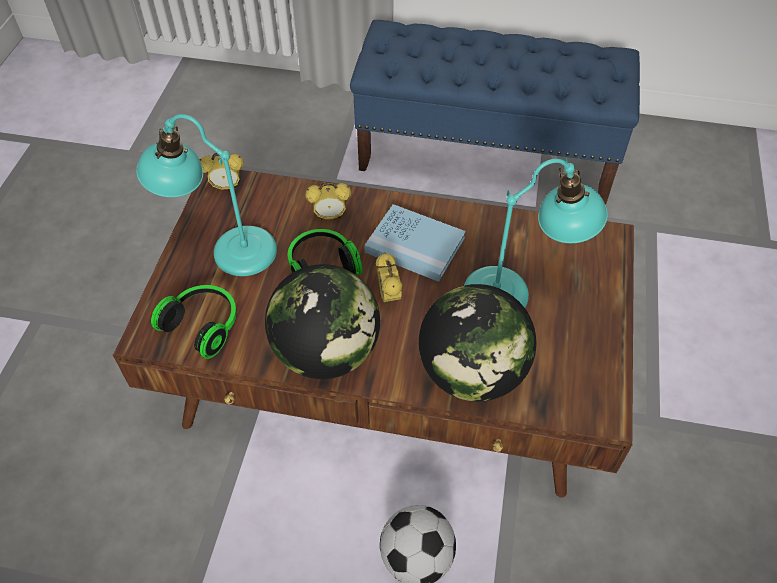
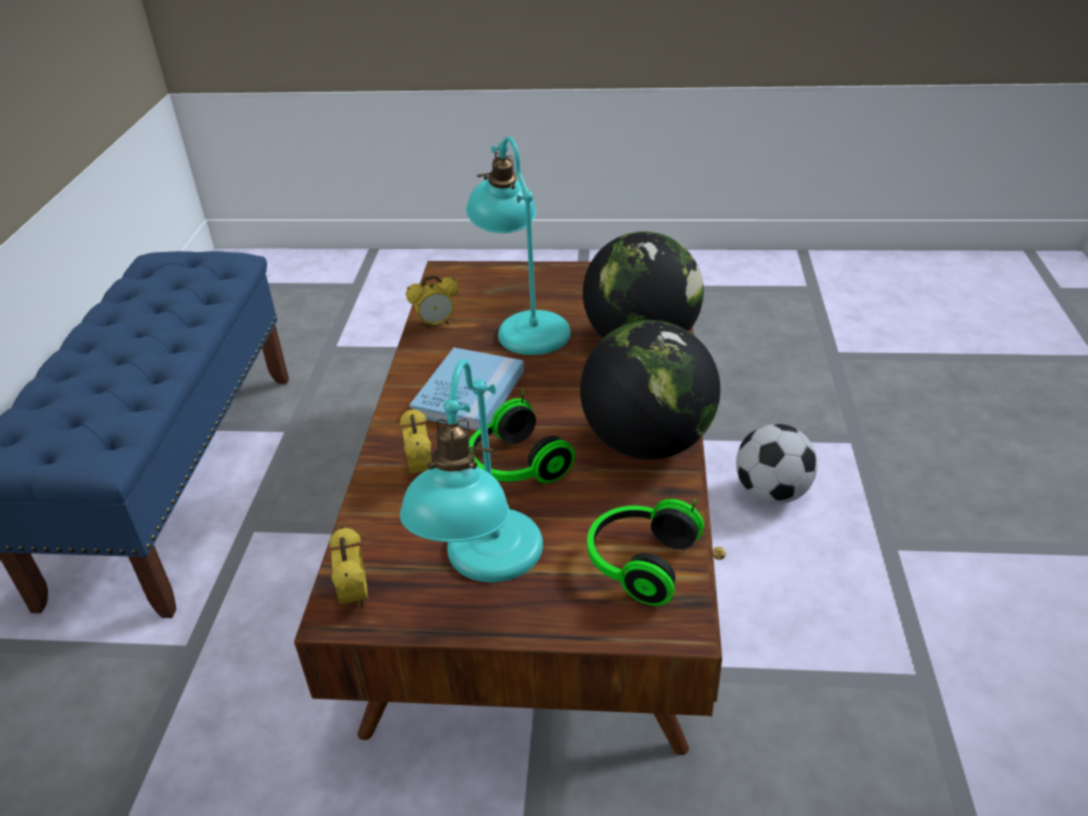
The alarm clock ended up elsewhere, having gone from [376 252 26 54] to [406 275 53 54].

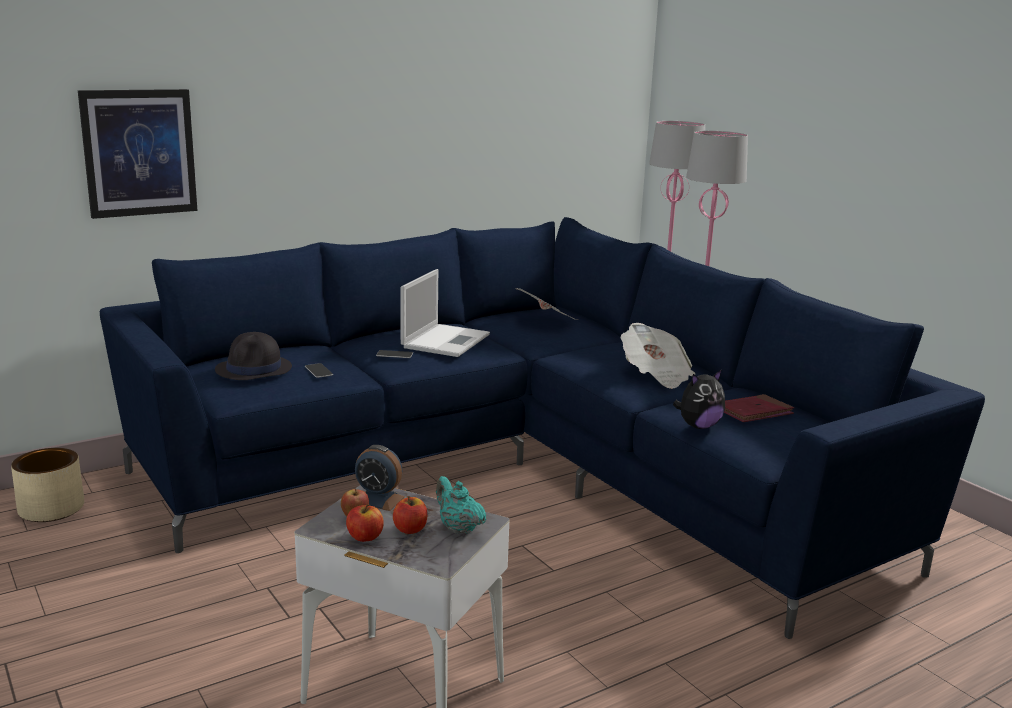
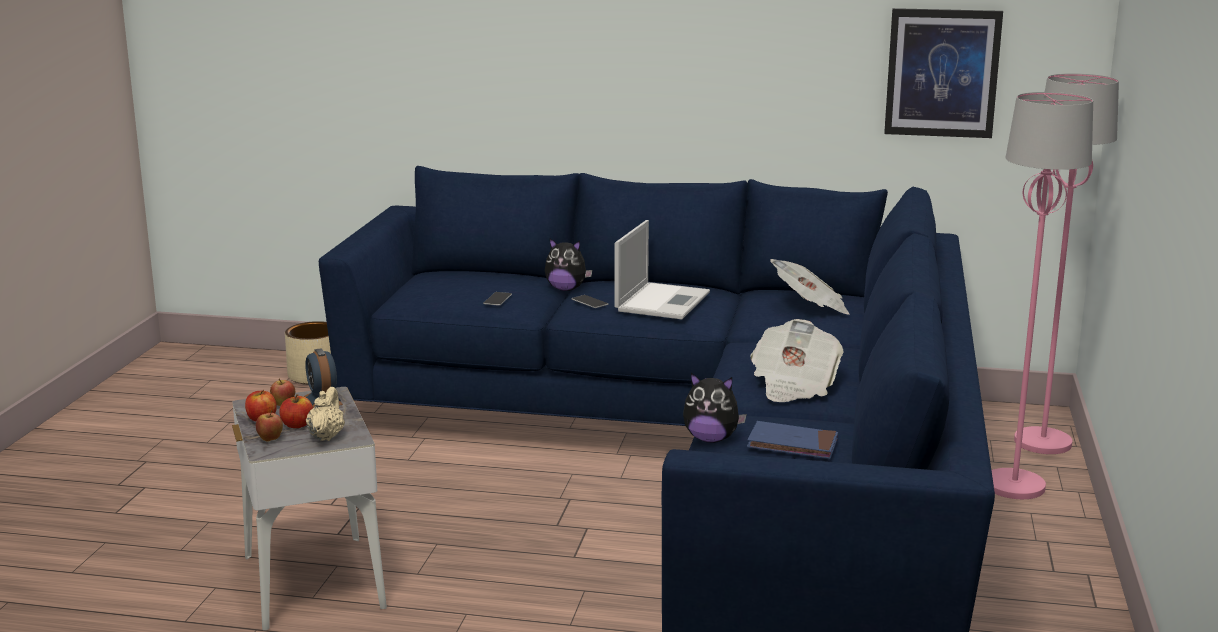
The picture ended up elsewhere, having gone from [78 89 119 130] to [884 8 119 130]. The portable computer at [401 269 89 88] ended up facing another way, 45 degrees counterclockwise from before. The second view lost the black-coloured wearable hat at [215 332 77 48]. What was the reddish bound book at [724 394 70 28] turned into the blue bound book at [747 421 91 38]. What was the blue-green pot for tea at [436 476 50 58] turned into the sand-coloured pot for tea at [306 387 39 54]. The second view gained the cuddly toy at [545 239 47 52]. The second view gained the apple fruit at [256 410 27 31].

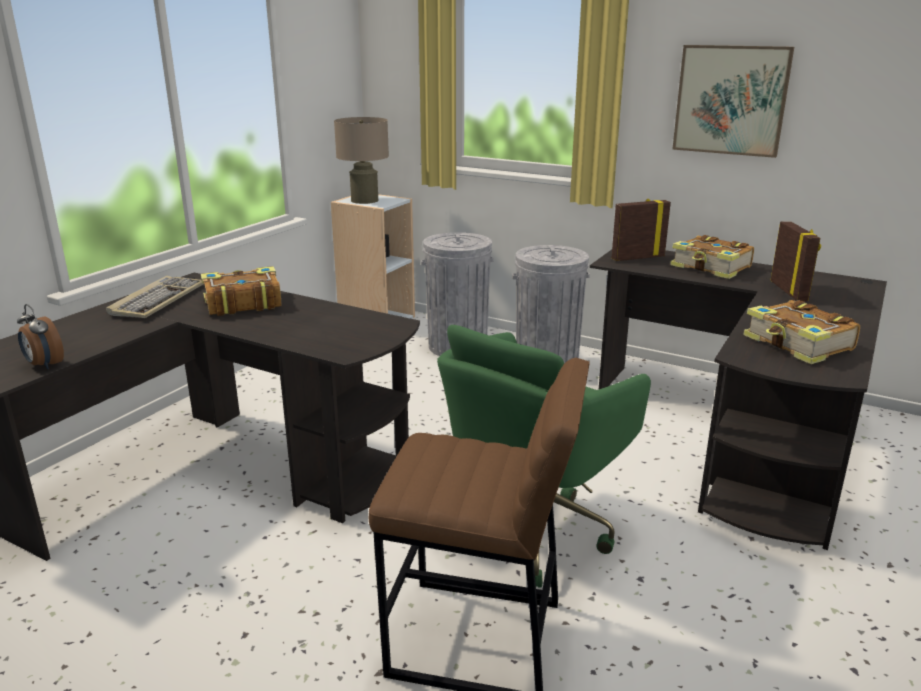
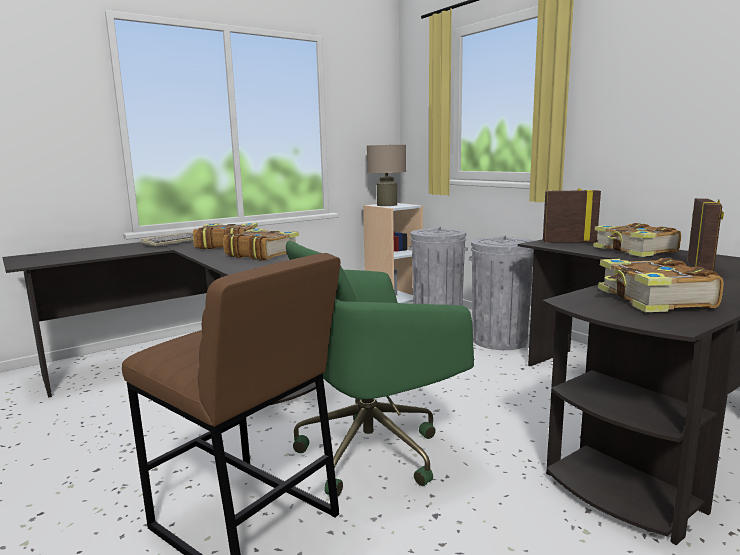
The second view lost the picture at [672 45 122 113]. The second view lost the alarm clock at [17 304 47 65]. The second view gained the bound book at [223 229 76 32].

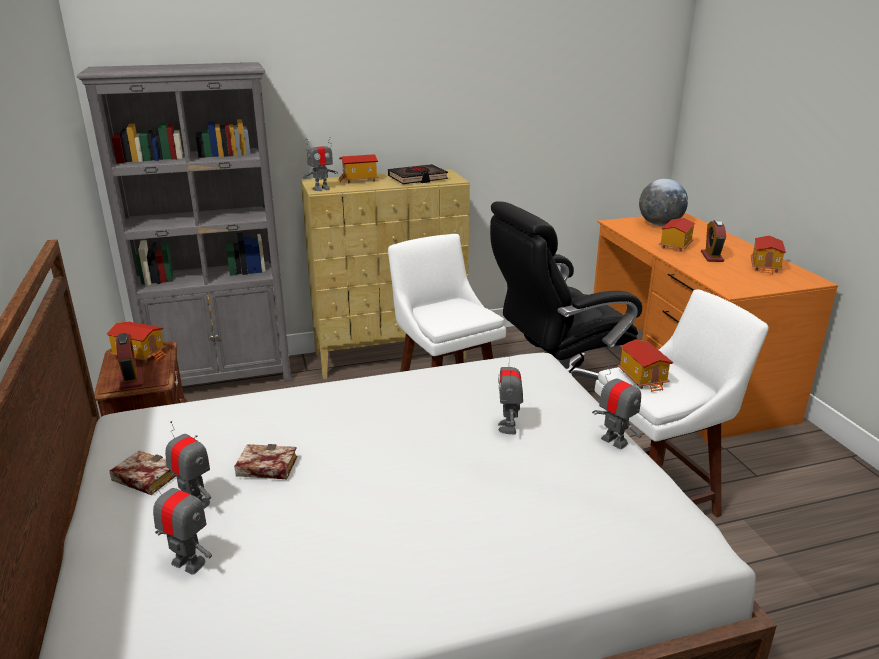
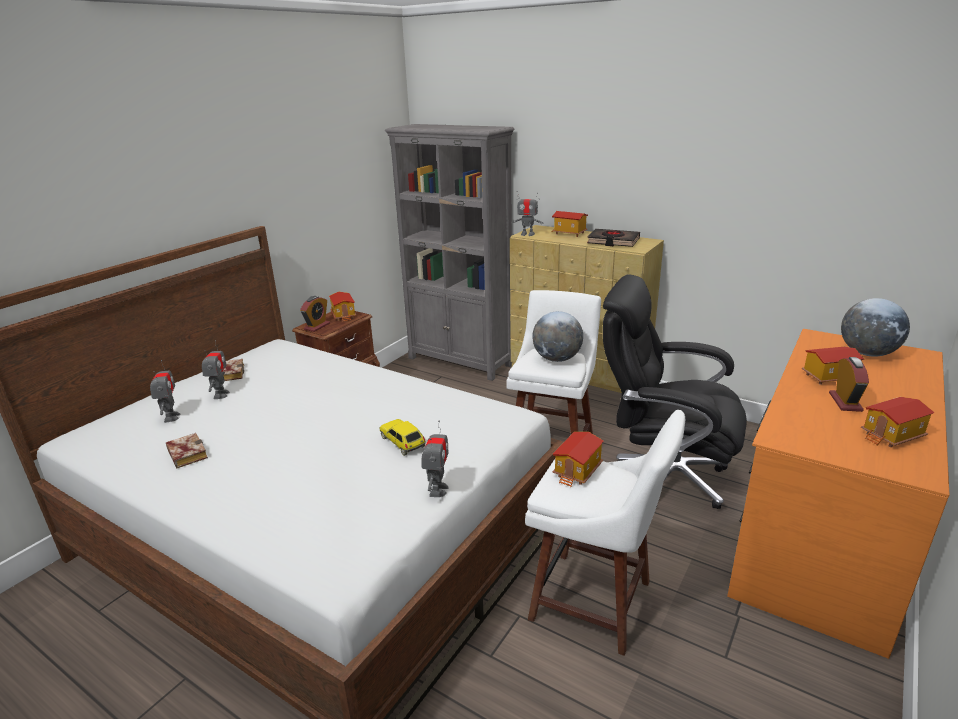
The alarm clock at [701 220 25 42] ended up facing another way, 135 degrees clockwise from before. Where the toy robot stood at [498 350 25 84], the toy car came to stand at [380 419 46 37]. The bound book ended up elsewhere, having gone from [234 444 63 35] to [166 433 42 35]. The second view gained the world globe at [532 311 51 51].

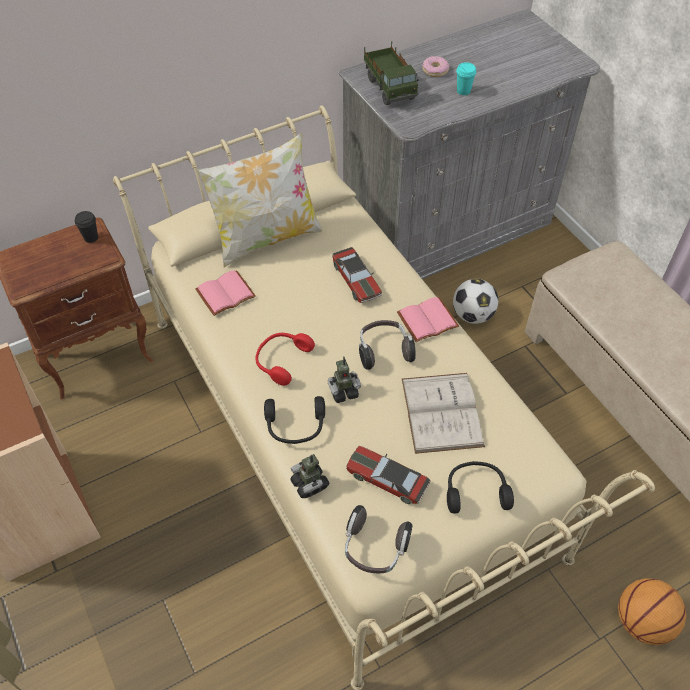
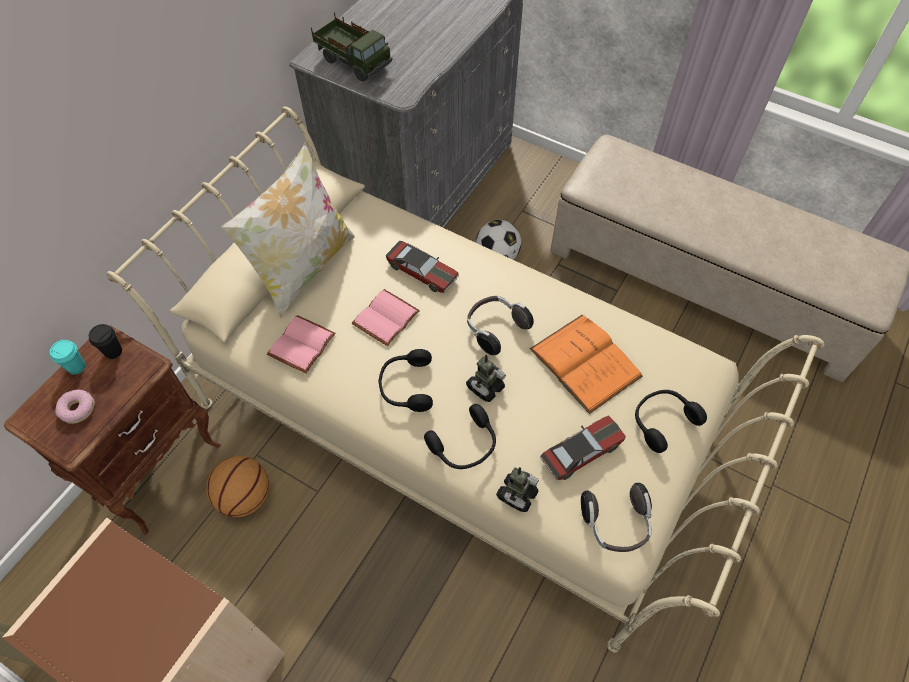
The ring doughnut ended up elsewhere, having gone from [422 56 28 21] to [55 390 40 34]. The blue-green cup ended up elsewhere, having gone from [456 62 20 33] to [50 340 35 35]. The pink bound book ended up elsewhere, having gone from [397 297 62 45] to [352 289 68 57]. What was the reddish headset at [255 333 60 53] turned into the black-coloured headset at [378 349 55 63]. What was the whitish bound book at [402 373 83 81] turned into the orangey bound book at [530 315 113 99]. The toy car at [346 446 84 58] ended up facing another way, 150 degrees clockwise from before. The toy robot at [290 454 39 44] ended up facing another way, 90 degrees counterclockwise from before. The basketball ball ended up elsewhere, having gone from [618 578 68 67] to [206 456 63 62].

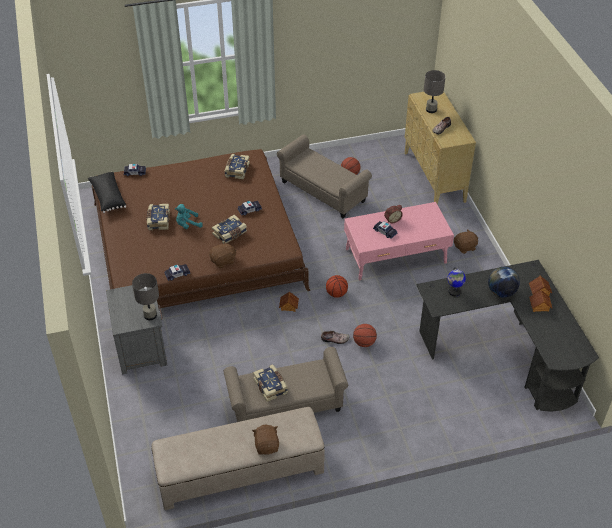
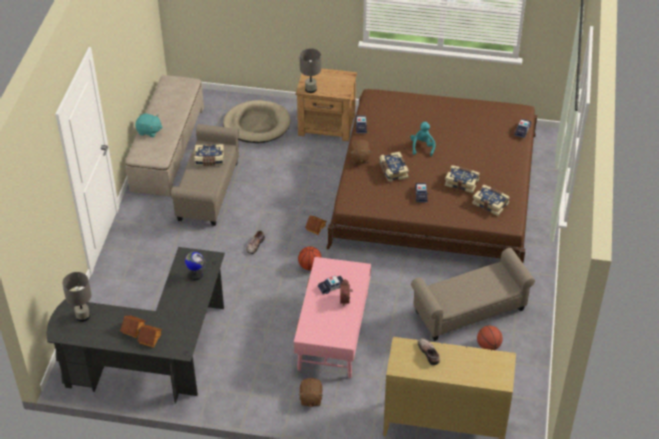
The grey table lamp ended up elsewhere, having gone from [424 70 21 43] to [62 272 30 50]. The second view lost the black-coloured throw pillow at [88 172 38 41]. The bound book ended up elsewhere, having gone from [147 204 23 26] to [445 165 35 28]. The second view lost the world globe at [488 267 32 31]. What was the grey nightstand at [106 285 61 89] turned into the brown-coloured nightstand at [296 68 61 73]. The second view lost the basketball ball at [353 324 24 23]. What was the brown-coloured cuddly toy at [252 424 27 31] turned into the blue-green cuddly toy at [135 113 28 24]. The second view gained the sand-coloured pet bed at [223 100 68 43].

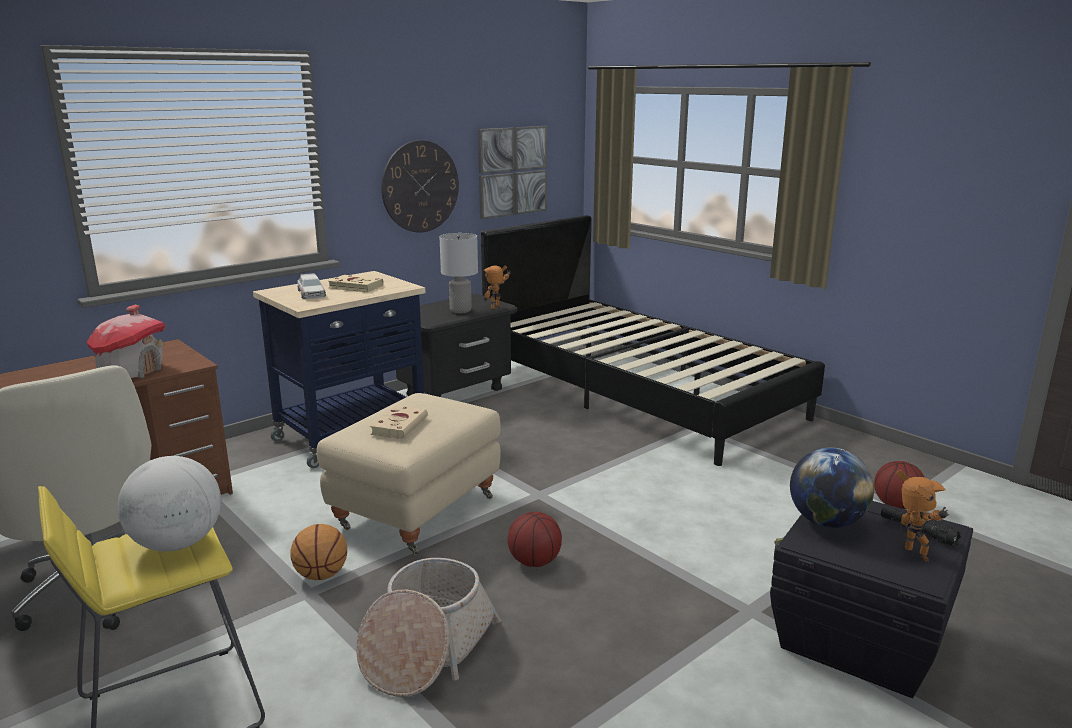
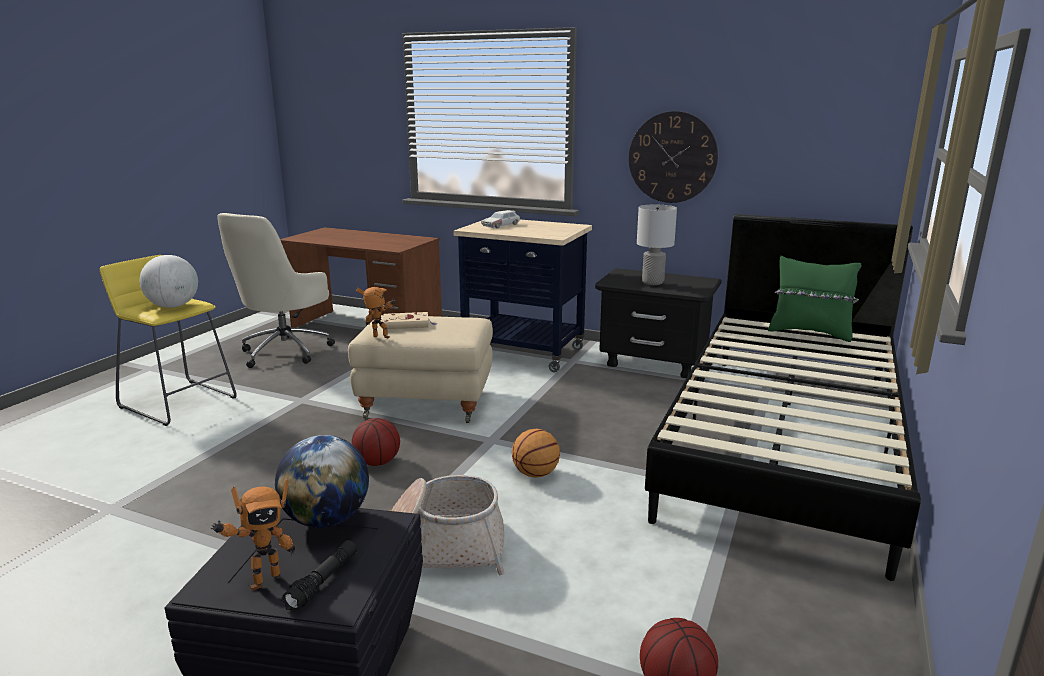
The second view lost the picture at [478 126 69 93]. The toy robot ended up elsewhere, having gone from [484 265 27 45] to [356 287 40 51]. The second view lost the sand-coloured bound book at [328 275 56 17]. The second view lost the toy house at [86 305 80 73]. The basketball ball ended up elsewhere, having gone from [290 524 57 56] to [512 429 48 49]. The storage basket ended up elsewhere, having gone from [356 558 145 139] to [392 475 113 100]. The second view gained the greenish throw pillow at [768 256 93 86].

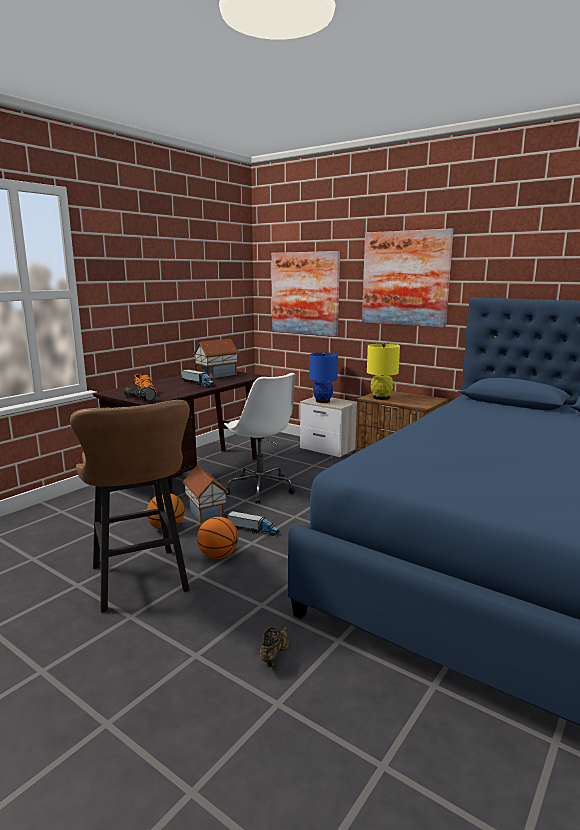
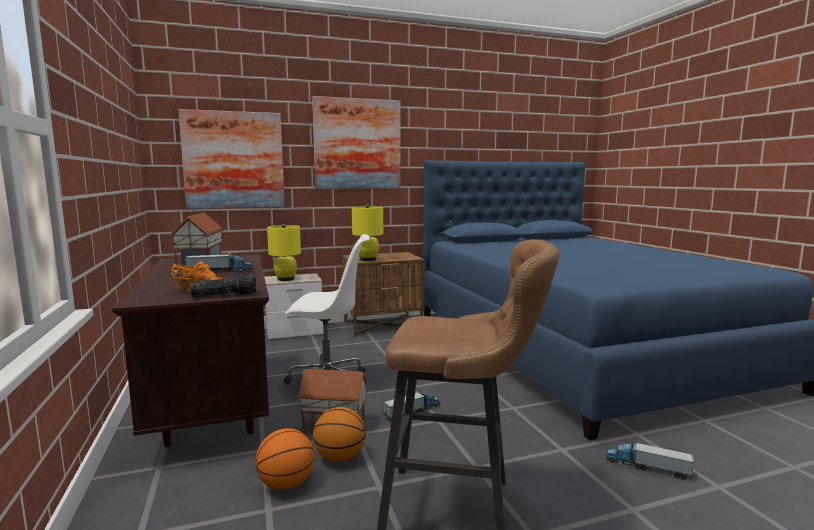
What was the blue table lamp at [309 352 29 51] turned into the yellow table lamp at [267 224 34 57]. The basketball ball ended up elsewhere, having gone from [197 517 42 42] to [255 428 60 62]. Where the brown-coloured low shoe stood at [260 627 29 40], the model truck came to stand at [606 441 89 39].

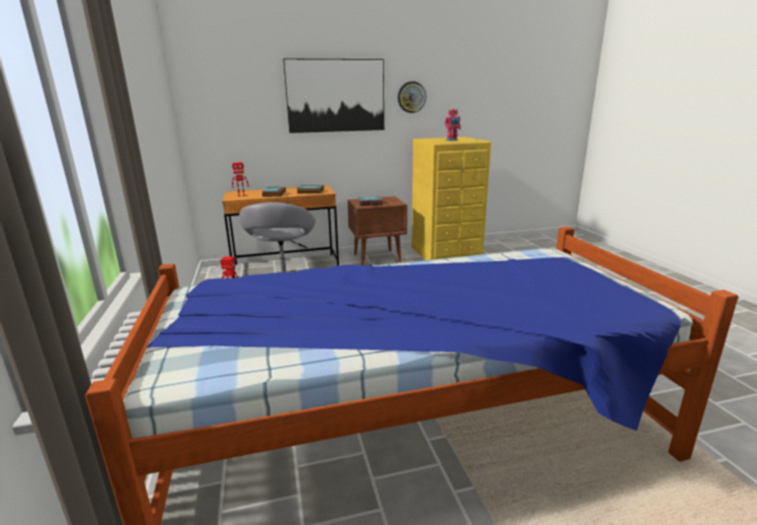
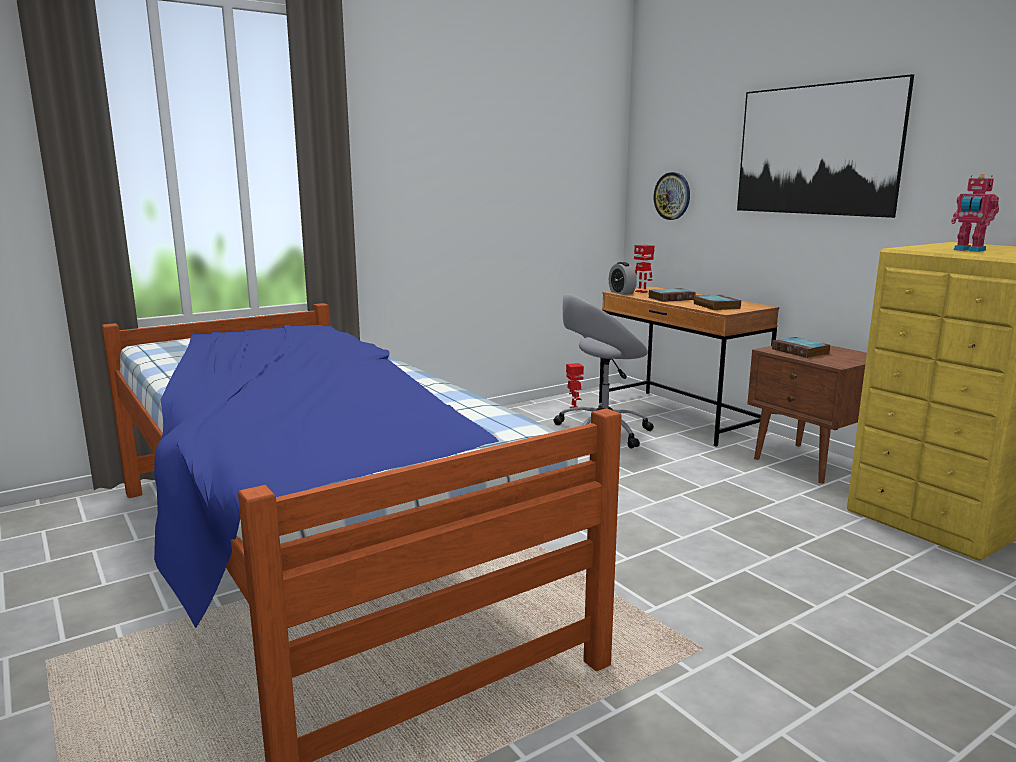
The wall clock ended up elsewhere, having gone from [398 81 28 32] to [654 172 36 48]. The second view gained the alarm clock at [609 262 28 33].

